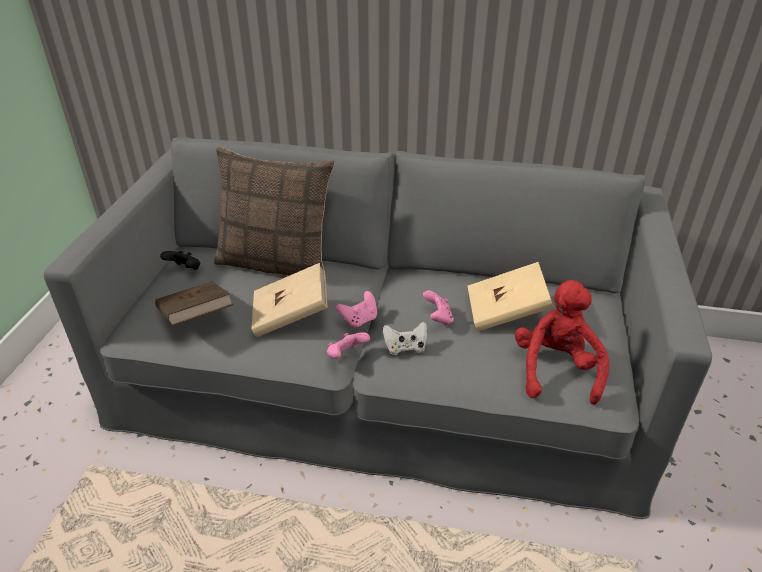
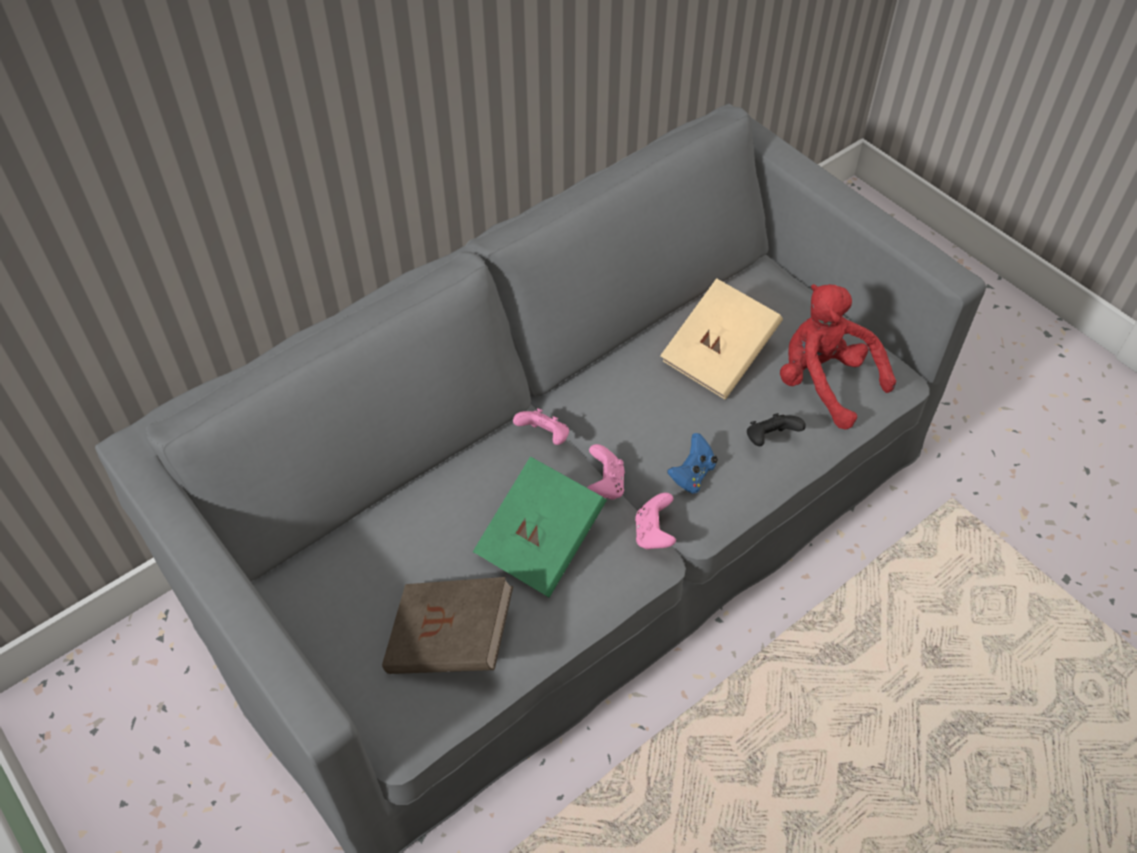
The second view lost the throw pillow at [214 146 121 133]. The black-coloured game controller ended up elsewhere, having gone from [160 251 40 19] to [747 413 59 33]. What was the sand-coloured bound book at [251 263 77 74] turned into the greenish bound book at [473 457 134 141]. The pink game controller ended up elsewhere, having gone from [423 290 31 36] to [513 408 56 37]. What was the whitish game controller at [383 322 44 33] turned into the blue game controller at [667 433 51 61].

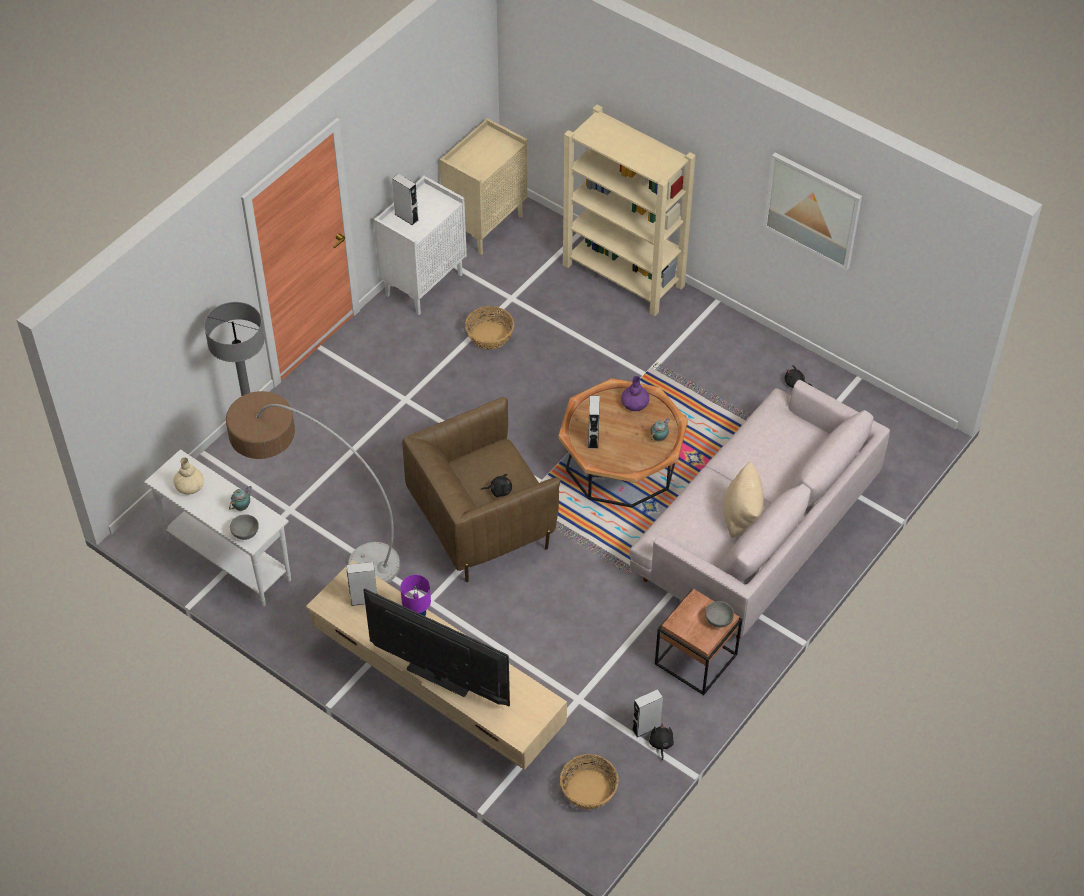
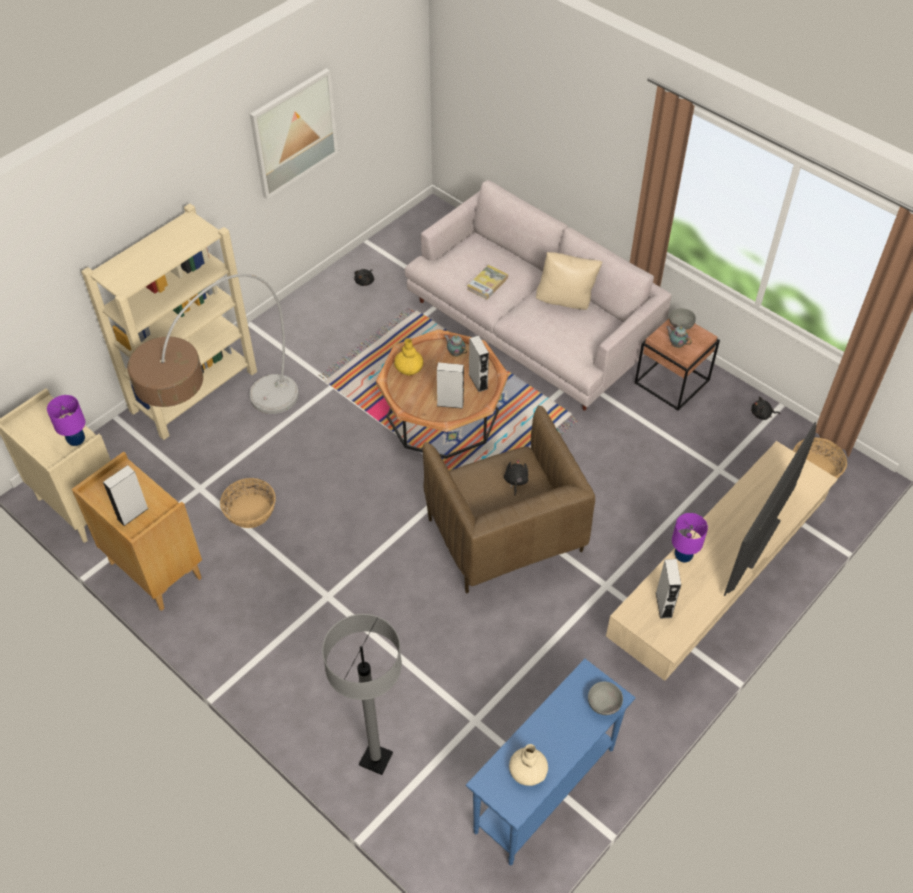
What was the whitish cabinet at [374 176 93 139] turned into the brown-coloured cabinet at [72 452 130 159]. What was the purplish flower vase at [621 376 28 35] turned into the yellow flower vase at [394 338 29 38]. The standard lamp ended up elsewhere, having gone from [226 391 174 192] to [127 274 172 140]. What was the whitish hall table at [144 449 147 158] turned into the blue hall table at [466 659 170 207]. The pot for tea ended up elsewhere, having gone from [229 486 23 25] to [666 326 26 22]. The grey audio speaker ended up elsewhere, having gone from [632 689 31 48] to [469 335 20 57]. The second view gained the bound book at [467 265 41 34]. The second view gained the purplish table lamp at [47 395 38 51].

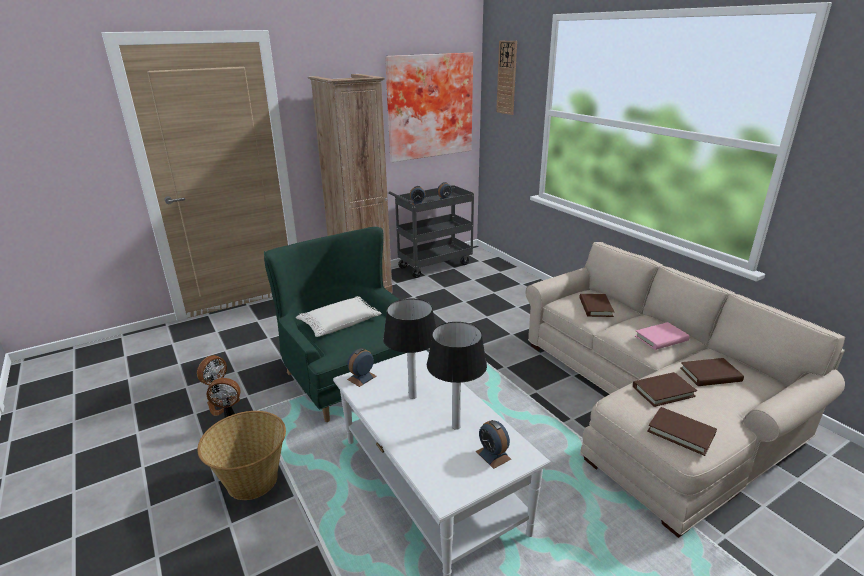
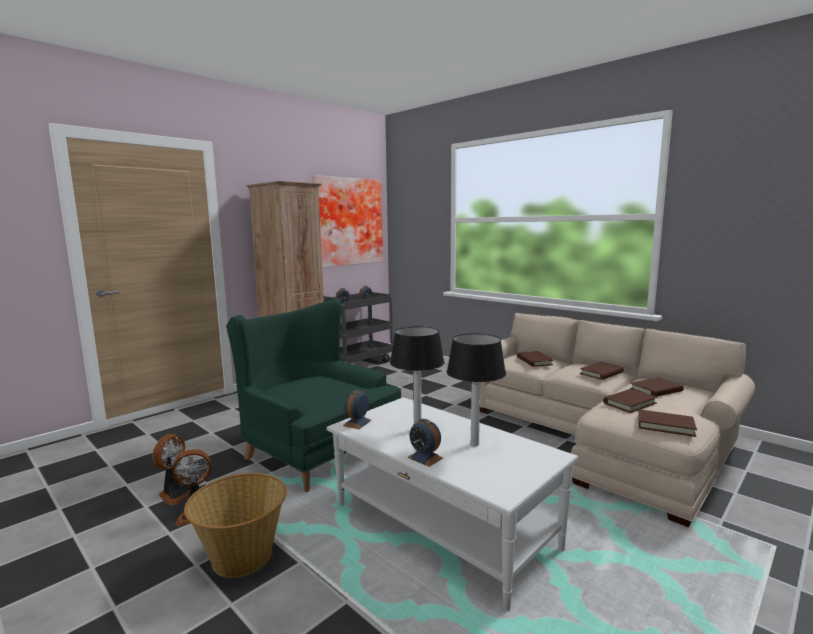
The second view lost the wall clock at [496 41 21 74]. The second view lost the whitish throw pillow at [296 296 86 41]. What was the pink bound book at [635 322 55 28] turned into the brown-coloured bound book at [580 362 44 18]. The alarm clock ended up elsewhere, having gone from [476 420 35 49] to [407 419 36 48].

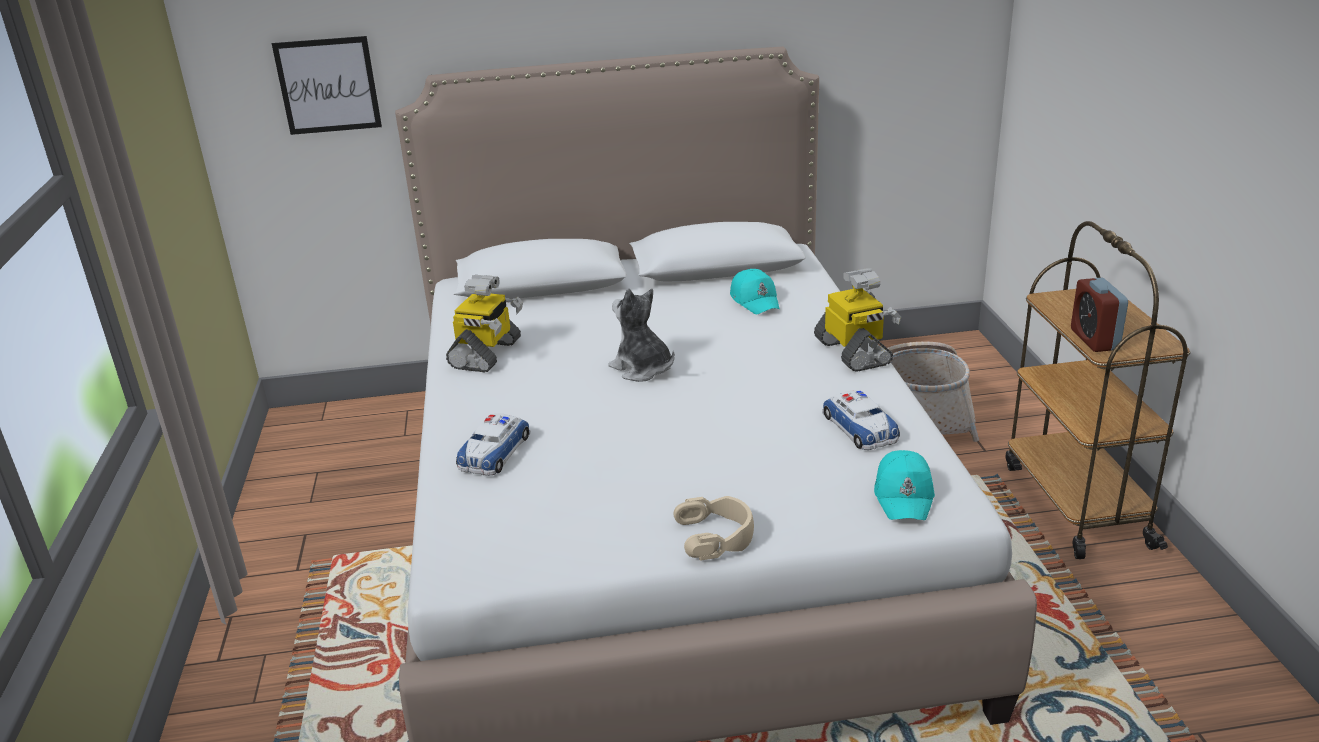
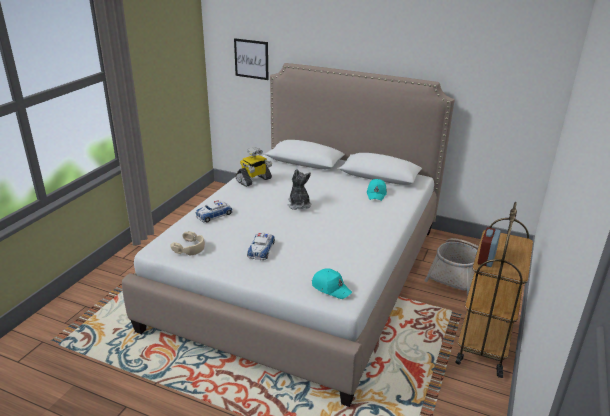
The second view lost the toy robot at [814 269 87 103]. The toy car ended up elsewhere, having gone from [822 390 78 60] to [247 233 28 27]. The blue-green peaked cap at [874 450 61 70] ended up facing another way, 90 degrees counterclockwise from before. The sand-coloured headset ended up elsewhere, having gone from [673 496 81 64] to [170 231 35 24].

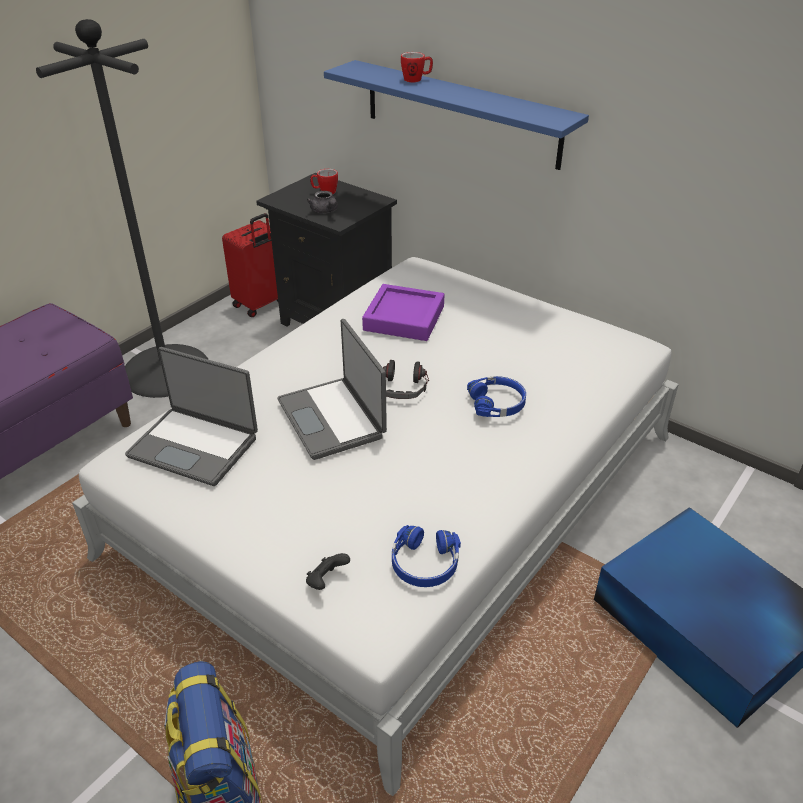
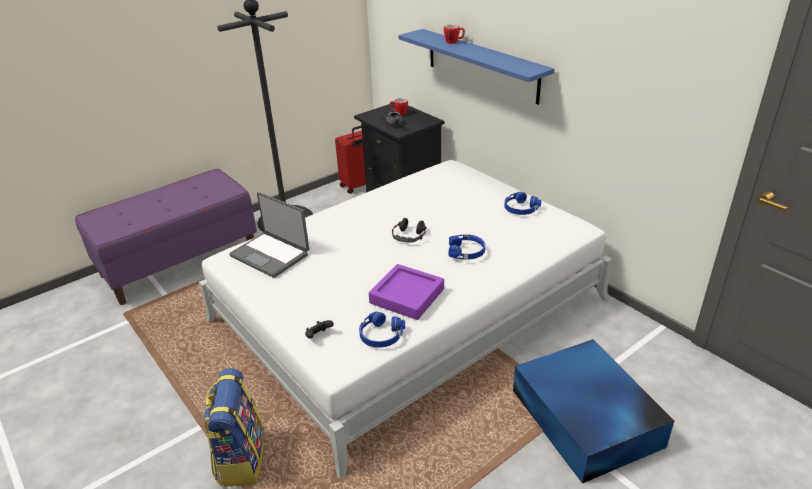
The purplish serving tray ended up elsewhere, having gone from [362 284 82 57] to [369 264 75 56]. The second view lost the portable computer at [277 319 110 141]. The second view gained the blue headset at [504 192 37 23].

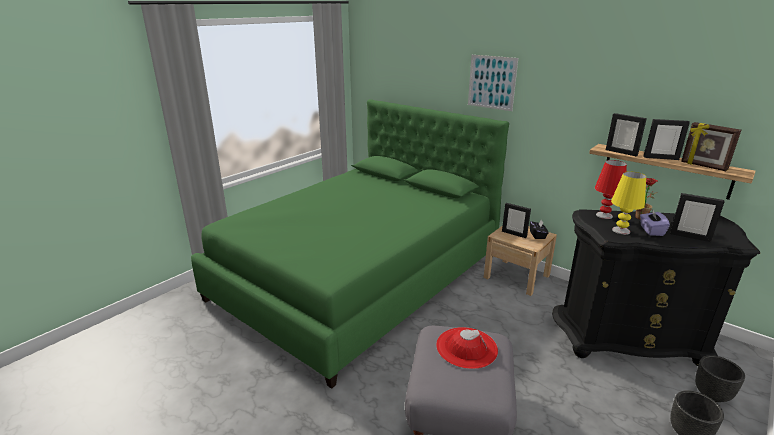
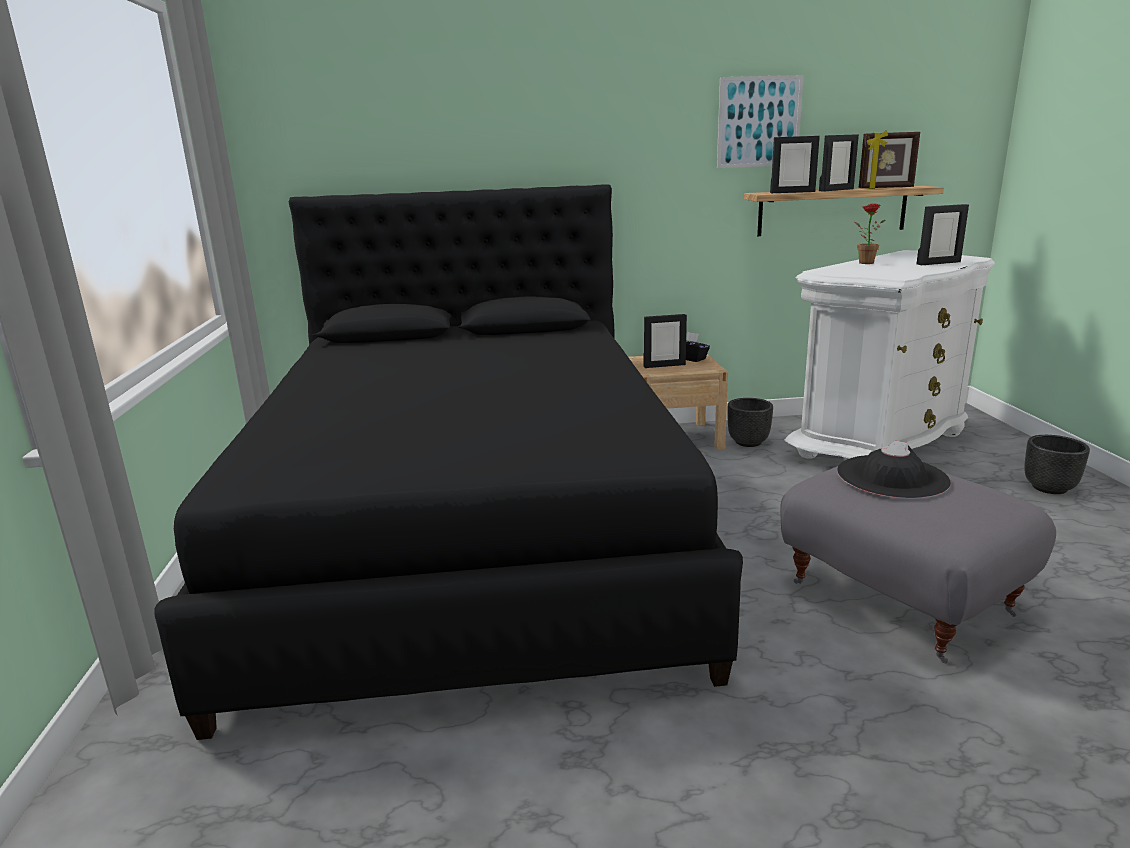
The picture ended up elsewhere, having gone from [468 55 50 56] to [717 75 87 93]. What was the greenish bedroom bed at [191 99 318 290] turned into the black-coloured bedroom bed at [154 184 589 556]. The second view lost the reddish table lamp at [595 160 32 59]. The second view lost the yellow table lamp at [611 171 35 64]. What was the black-coloured dresser at [552 209 208 157] turned into the whitish dresser at [784 250 211 209]. The second view lost the purplish tissue holder at [640 209 30 27]. What was the reddish wearable hat at [436 327 62 42] turned into the black-coloured wearable hat at [837 441 114 57]. The black-coloured flower pot ended up elsewhere, having gone from [695 355 50 47] to [728 398 45 49].

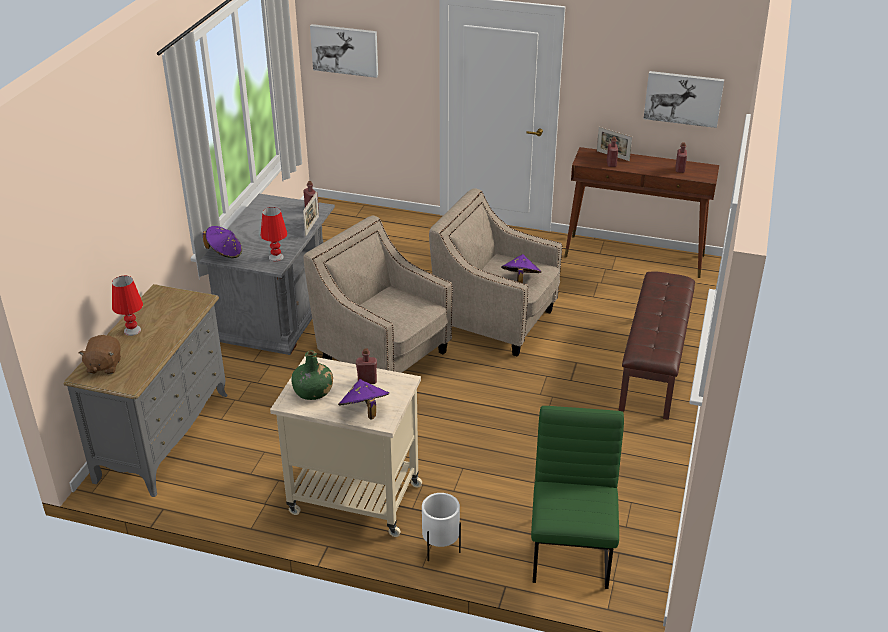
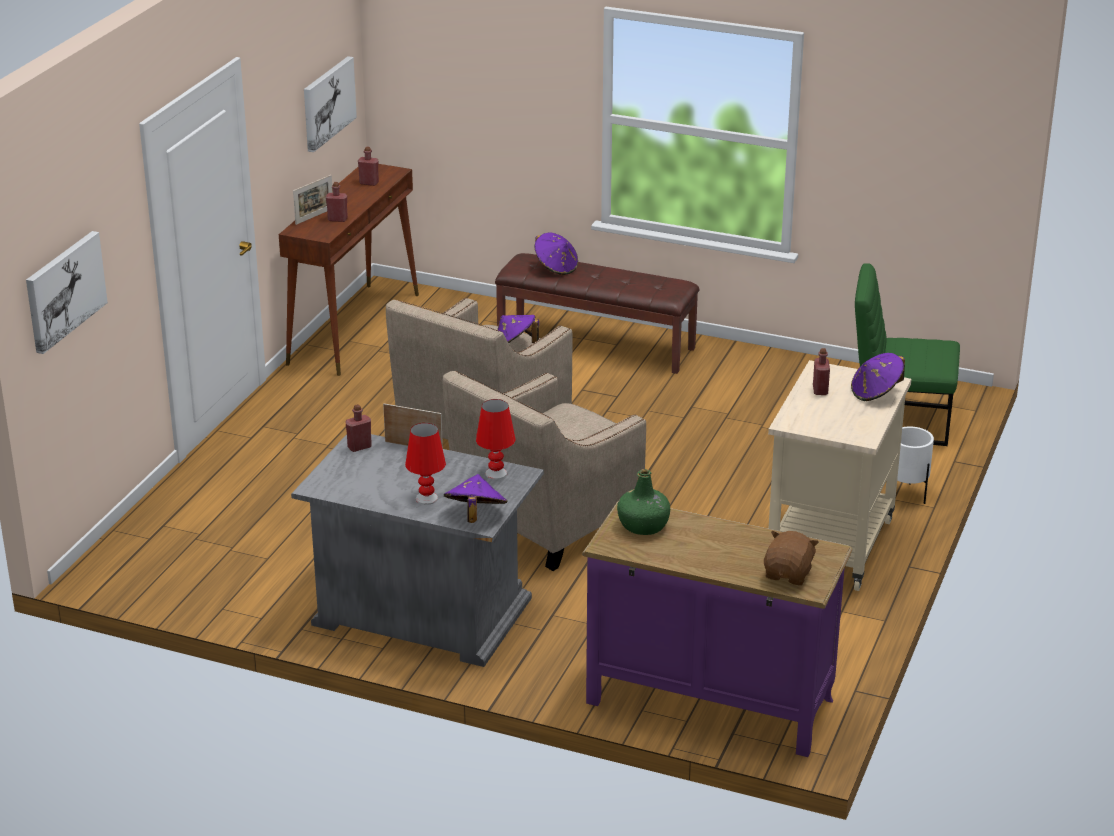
The reddish table lamp ended up elsewhere, having gone from [112 276 31 60] to [405 423 41 82]. What was the grey dresser at [64 284 164 213] turned into the purplish dresser at [582 500 270 257]. The brown-coloured cuddly toy at [79 335 42 39] ended up facing another way, 75 degrees counterclockwise from before. The greenish bottle ended up elsewhere, having gone from [292 351 41 49] to [617 469 53 66]. The second view gained the purplish wearable hat at [535 232 43 43].

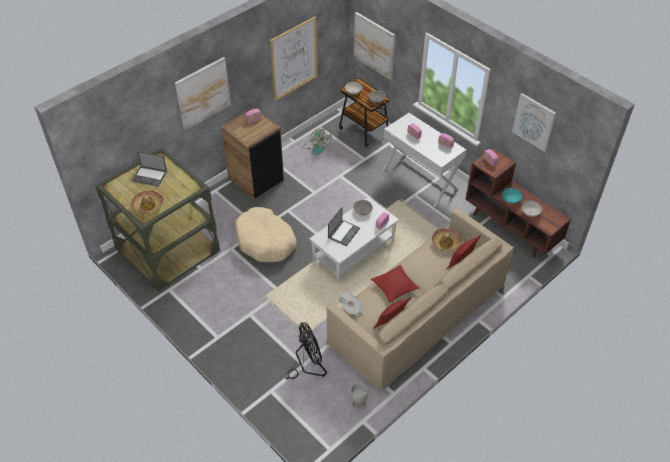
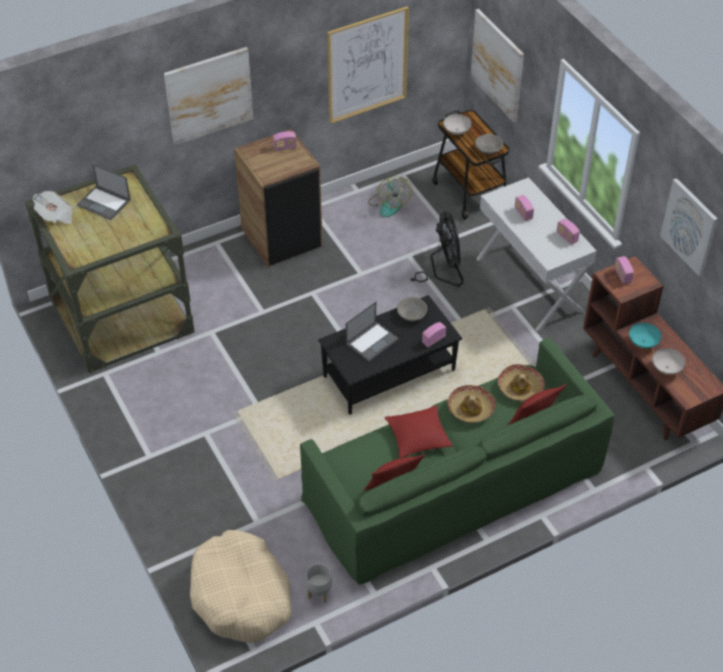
The wearable hat ended up elsewhere, having gone from [131 190 32 24] to [448 385 48 38]. What was the whitish low table at [309 197 90 86] turned into the black-coloured low table at [318 295 144 120]. The sand-coloured pet bed ended up elsewhere, having gone from [235 207 62 55] to [190 530 102 113]. What was the sand-coloured sofa at [326 208 188 182] turned into the greenish sofa at [300 338 315 247]. The newspaper ended up elsewhere, having gone from [338 292 28 23] to [33 191 40 33]. The black-coloured fan ended up elsewhere, having gone from [285 322 42 57] to [411 211 53 77].

